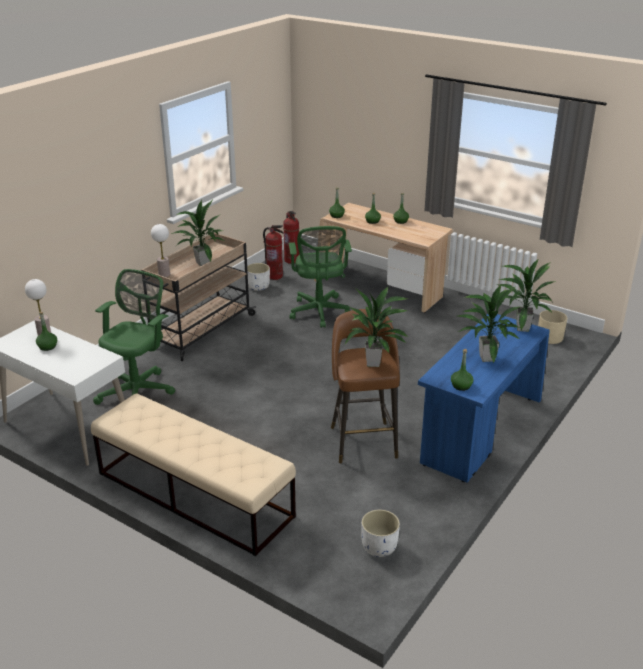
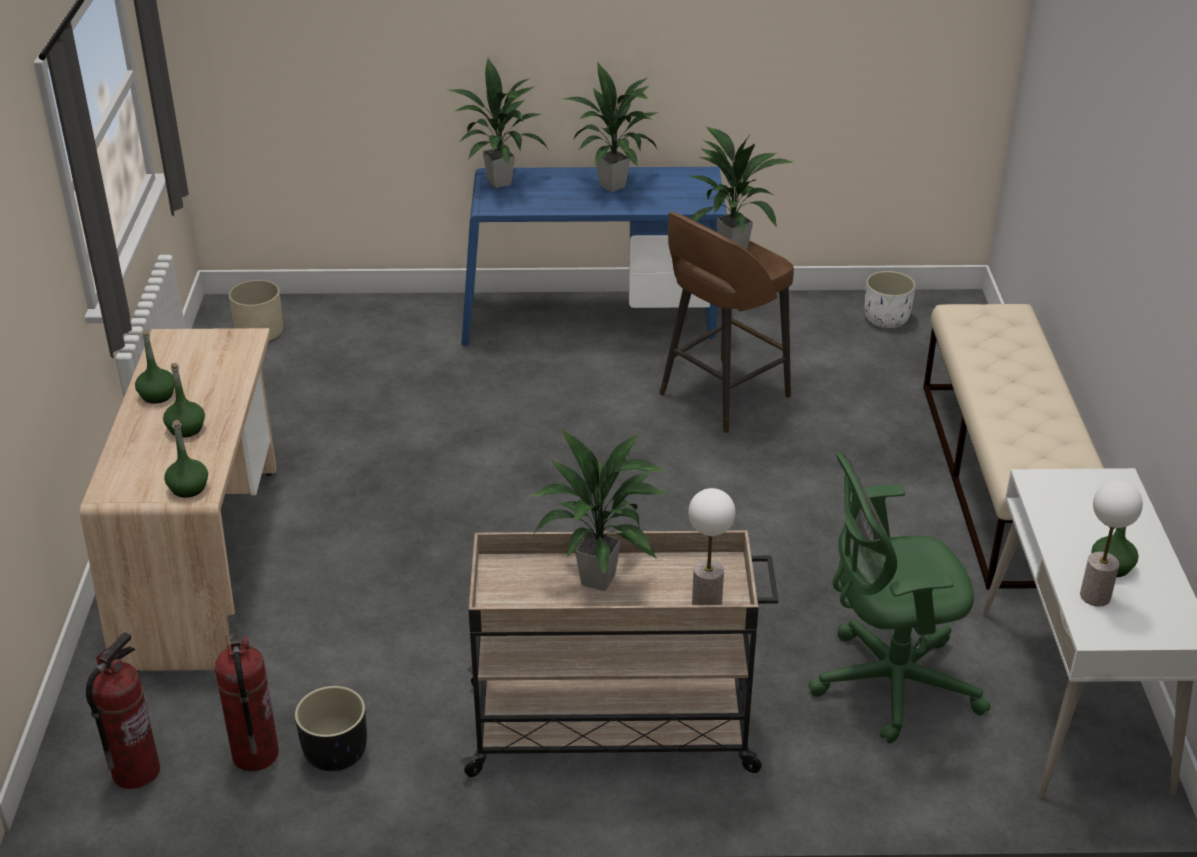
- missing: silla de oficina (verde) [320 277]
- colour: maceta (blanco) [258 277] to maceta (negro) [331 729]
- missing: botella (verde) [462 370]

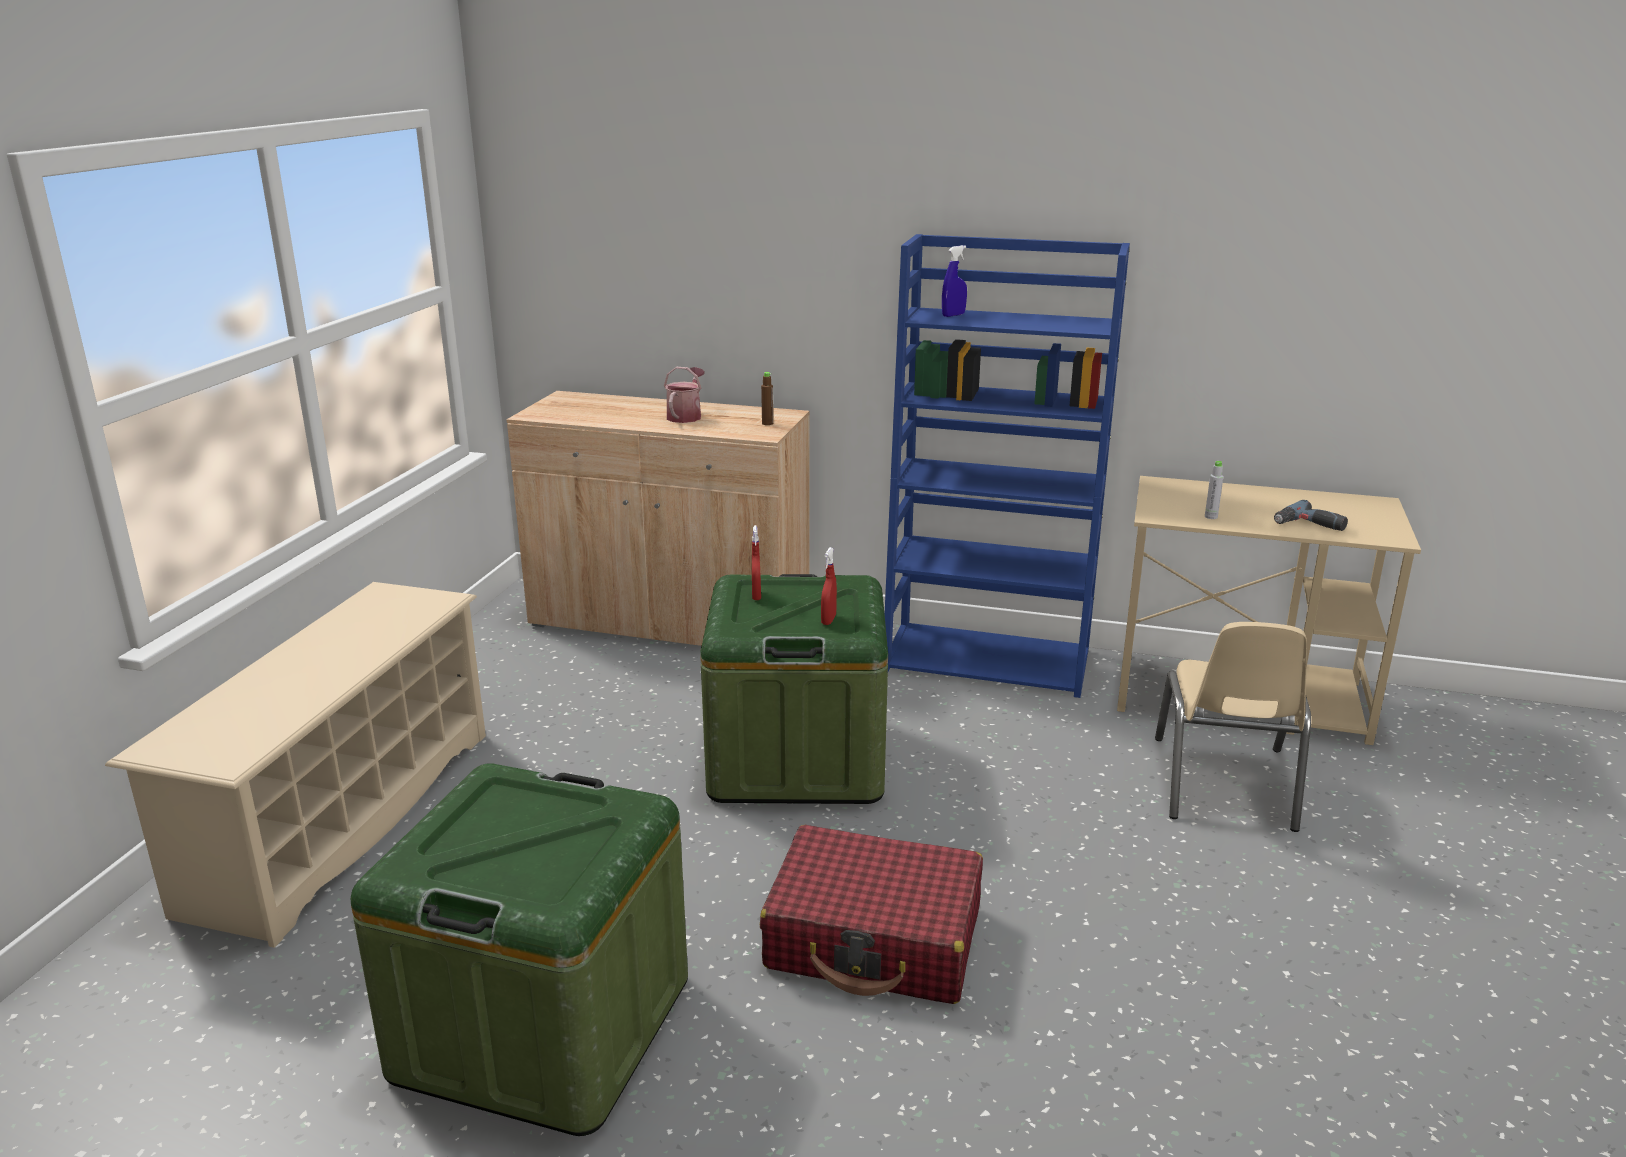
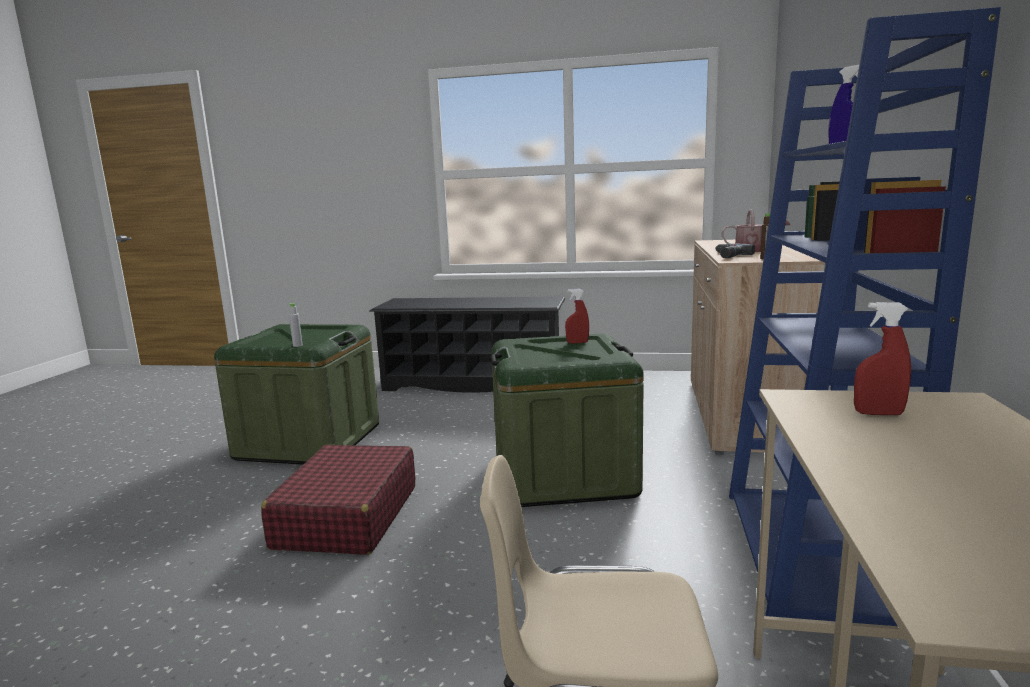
- relocated: botella (gris) [1214 490] to [296 325]
- relocated: taladro [1311 515] to [735 250]
- relocated: pulverizador (rojo) [829 586] to [882 358]
- colour: zapatero (beis) [295 765] to zapatero (negro) [467 345]

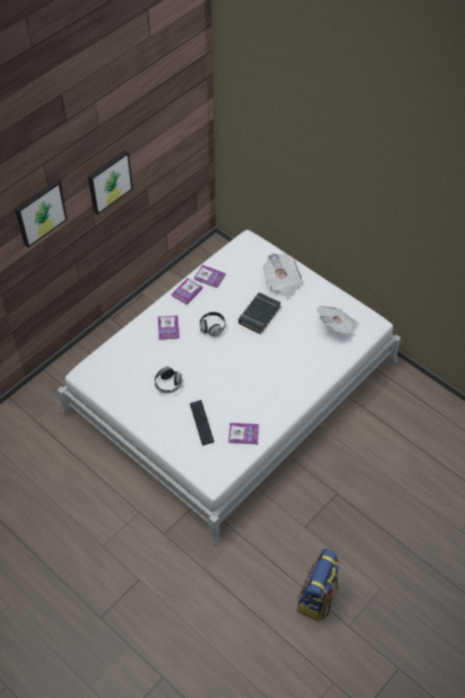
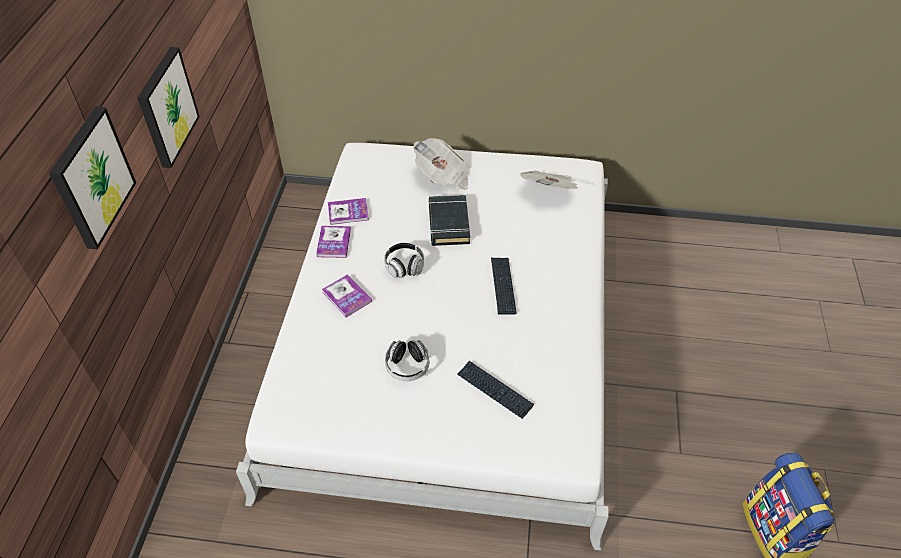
- missing: libro [244 433]
- appeared: teclado [504 286]

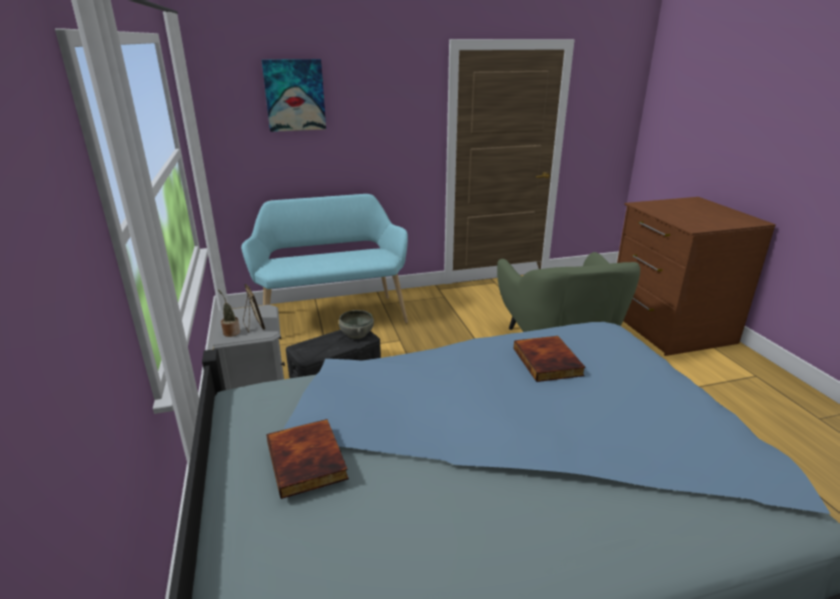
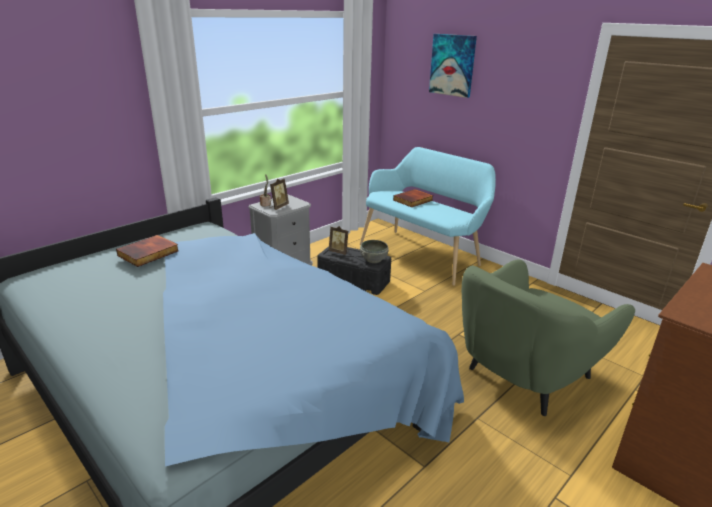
- relocated: libro [549 359] to [413 198]
- appeared: portarretratos [338 240]

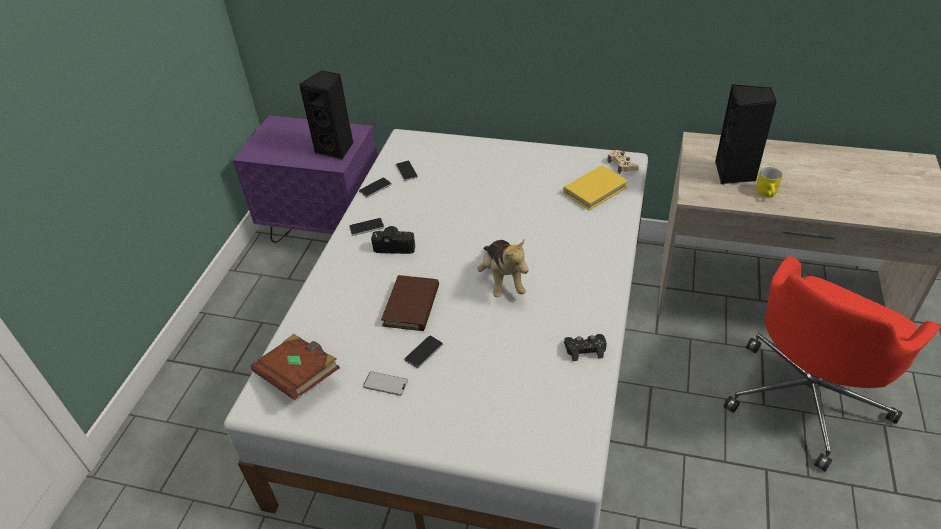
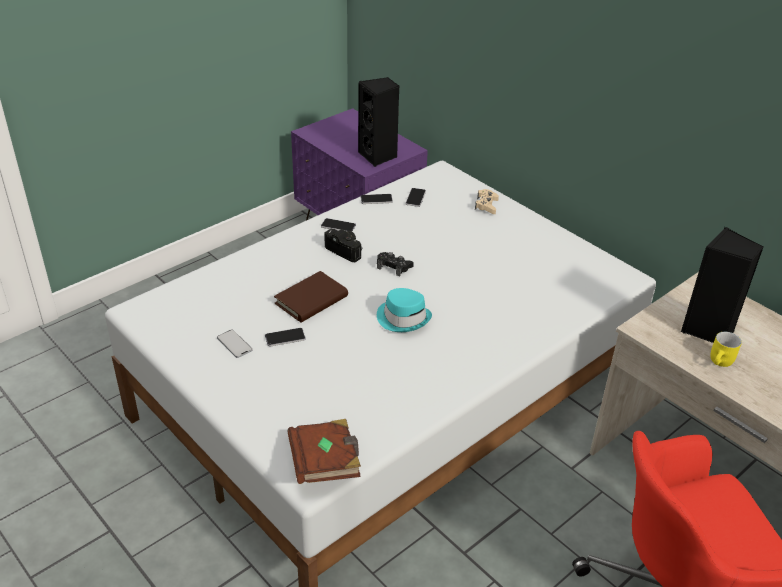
- relocated: mando de consola (beis) [623 162] to [487 201]
- missing: libro (amarillo) [595 187]
- exchanged: peluche [503 268] to sombrero (turquesa) [404 310]
- relocated: libro (marrón) [295 367] to [324 451]
- relocated: mando de consola (negro) [585 347] to [395 264]

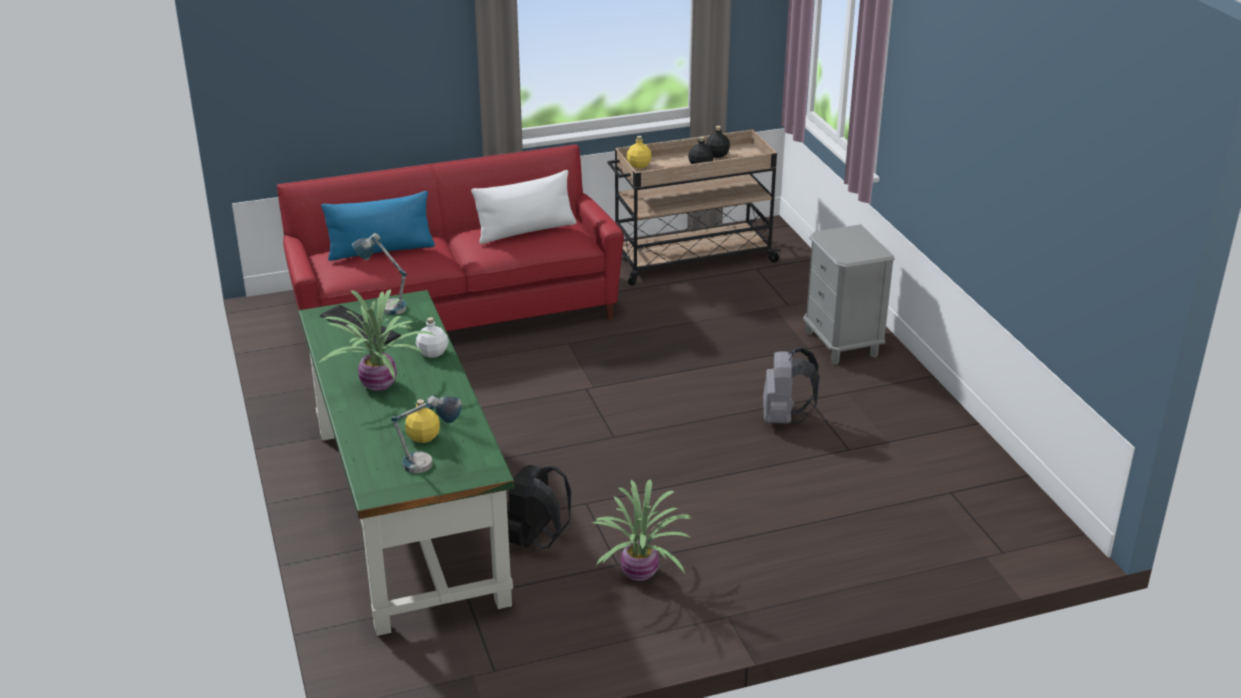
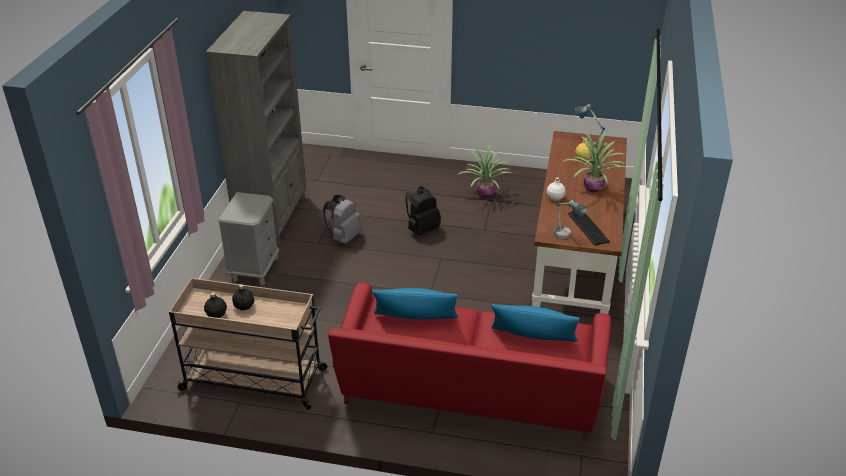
- missing: botella (amarillo) [639 152]
- colour: cojín (blanco) [523 207] to cojín (azul) [415 304]
- colour: escritorio (verde) [406 463] to escritorio (marrón) [579 222]
- relocated: mochila (negro) [539 507] to [423 210]
- appeared: estantería (gris) [256 128]

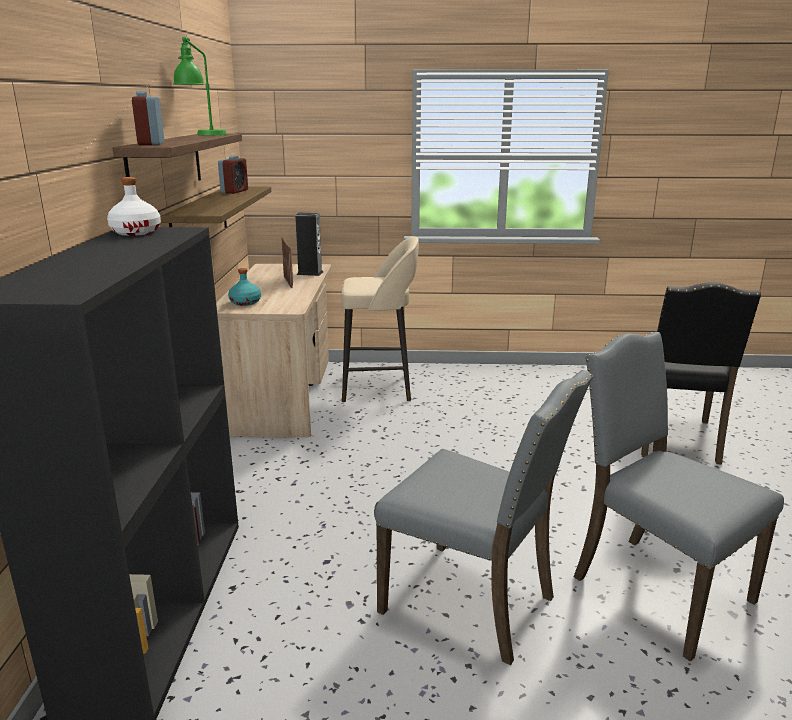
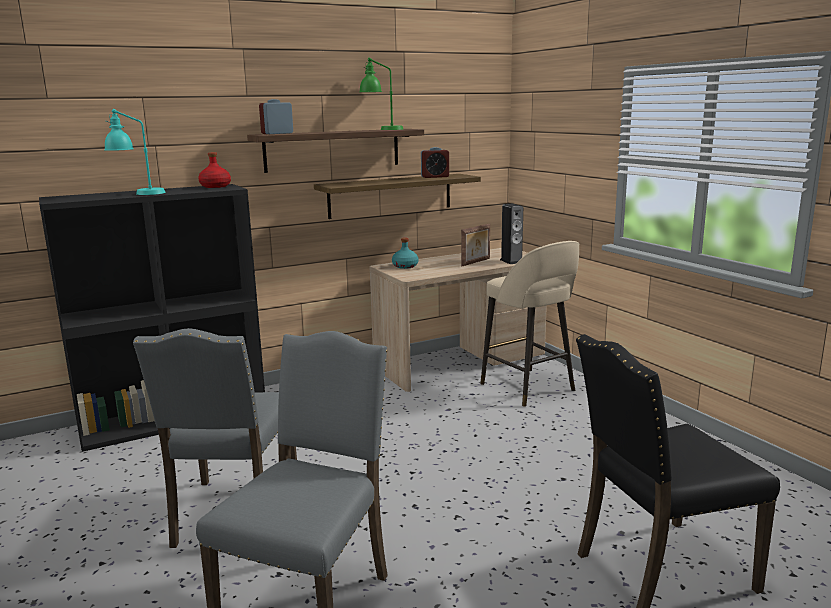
- colour: botella (blanco) [134 206] to botella (rojo) [214 170]
- appeared: lámpara de mesa (turquesa) [134 152]

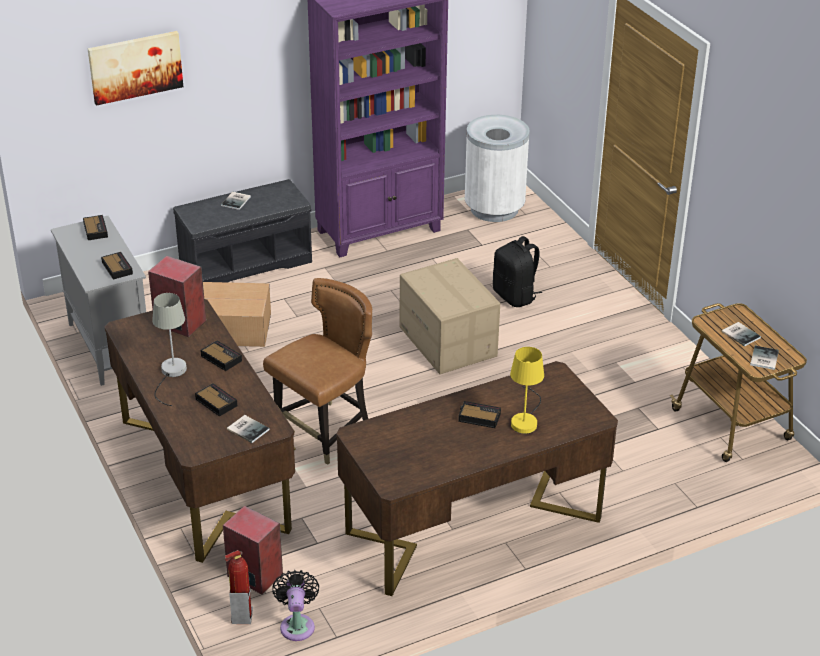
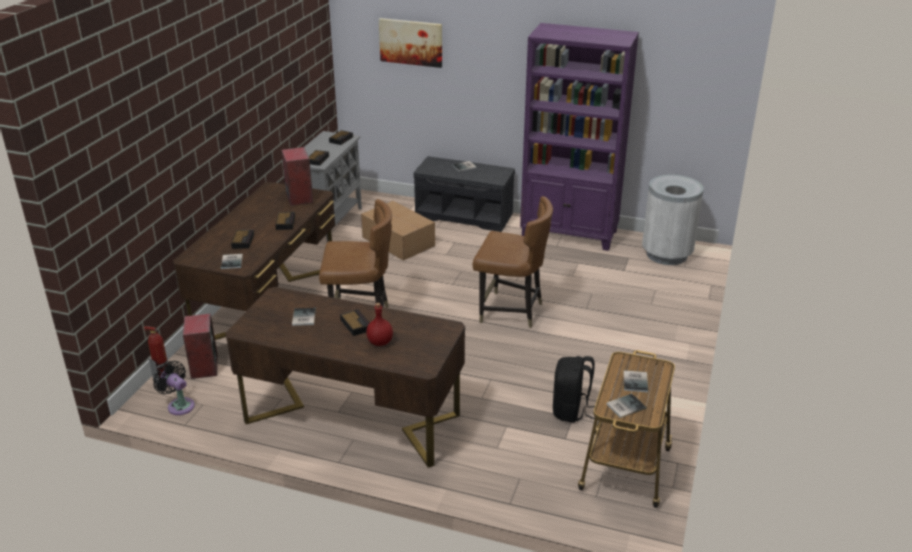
- relocated: mochila (negro) [517 271] to [574 389]
- exchanged: caja de cartón [449 316] to silla (marrón) [513 262]
- missing: lámpara de mesa (gris) [169 349]
- exchanged: lámpara de mesa (amarillo) [527 390] to botella (rojo) [379 324]
- spun: ventilador (negro) [295 605] = [174 388] 90 degrees counterclockwise
- appeared: libro [304 317]

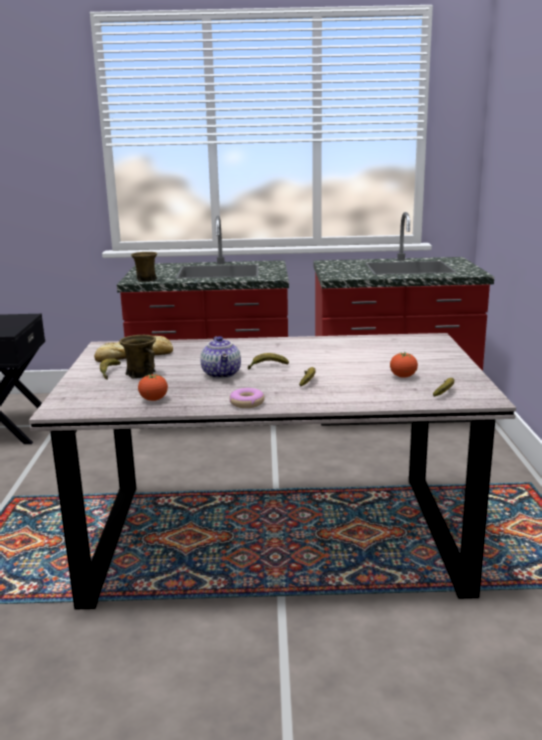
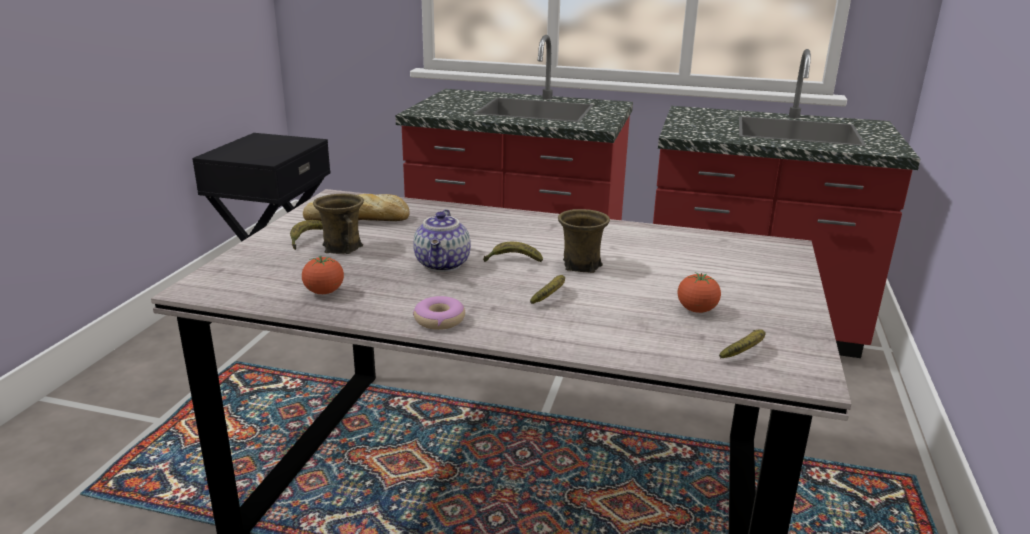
- relocated: taza grande (marrón) [144 266] to [584 241]

